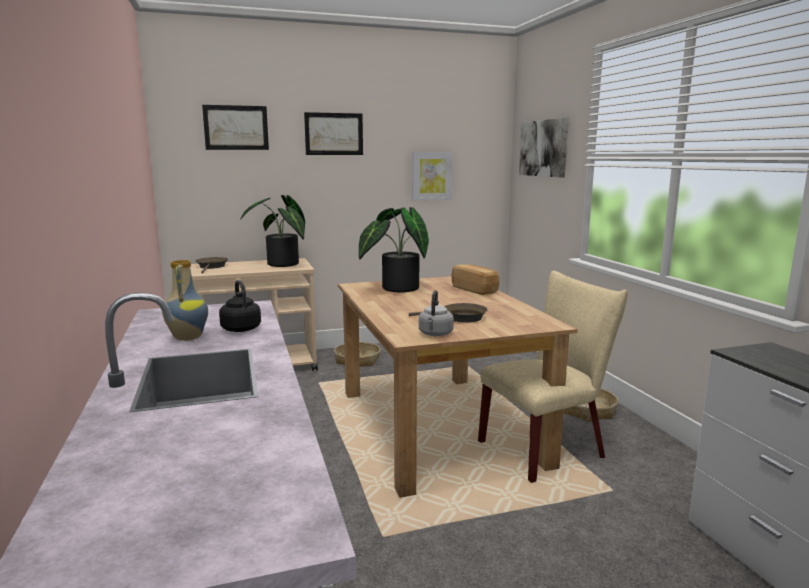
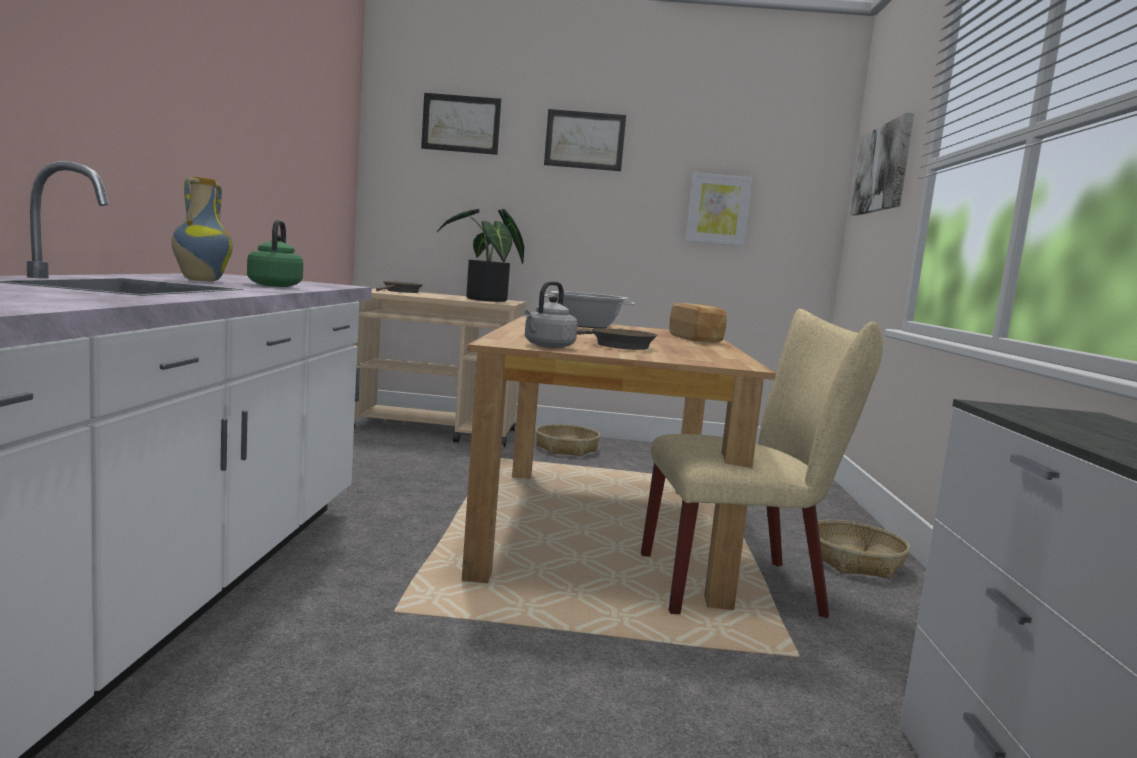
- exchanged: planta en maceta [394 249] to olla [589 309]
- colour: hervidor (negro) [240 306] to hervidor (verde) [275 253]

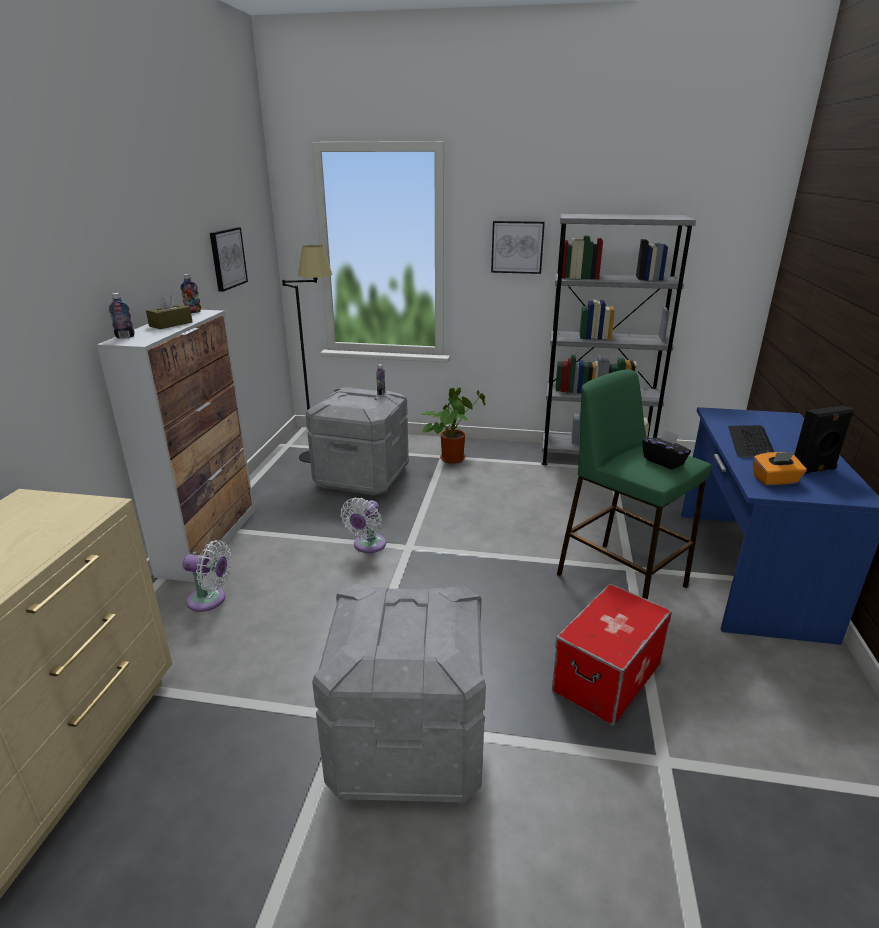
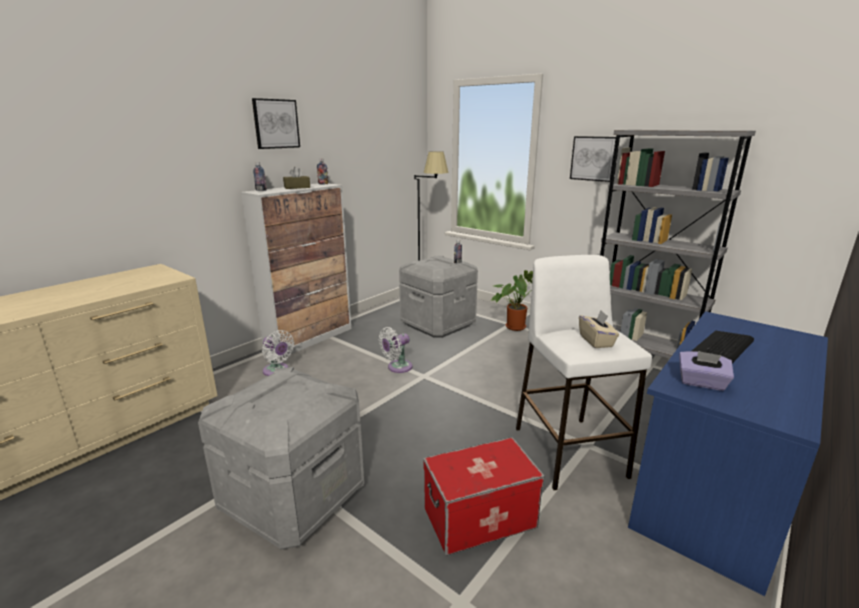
- relocated: cuadro [229 259] to [276 123]
- colour: taburete (verde) [634 484] to taburete (blanco) [584 372]
- missing: altavoz (negro) [824 439]
- colour: caja de pañuelos (negro) [666 449] to caja de pañuelos (beis) [599 329]
- colour: caja de pañuelos (naranja) [780 468] to caja de pañuelos (morado) [706 371]

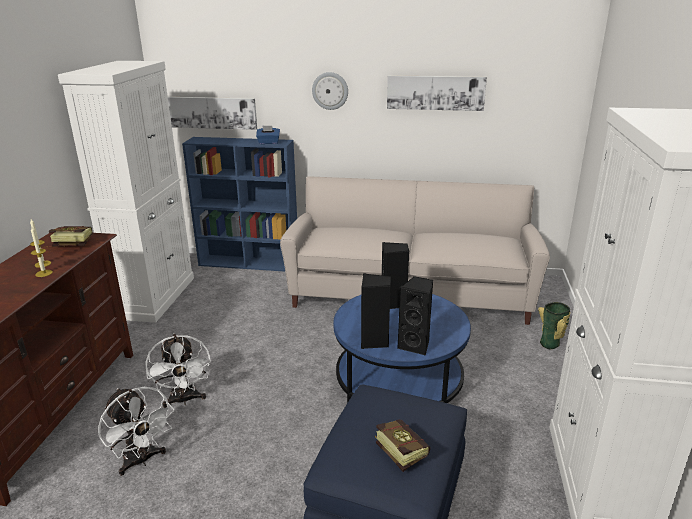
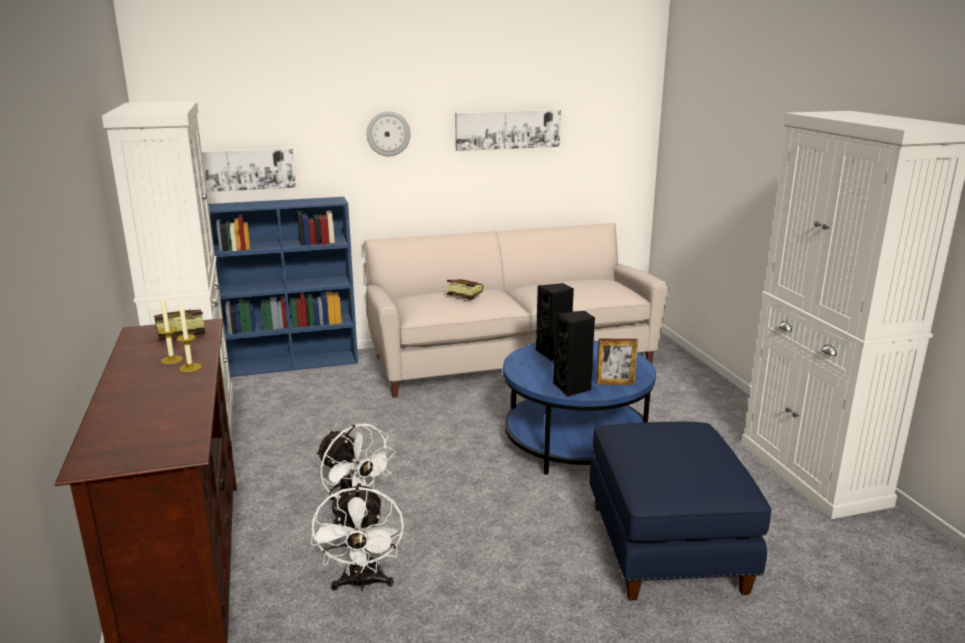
- missing: caja de pañuelos (azul) [268 135]
- exchanged: altavoz (negro) [415 315] to portarretratos [617 362]
- missing: florero [554 325]
- spun: ventilador (blanco) [136 431] = [357 537] 60 degrees clockwise
- relocated: libro [402 445] to [463 289]

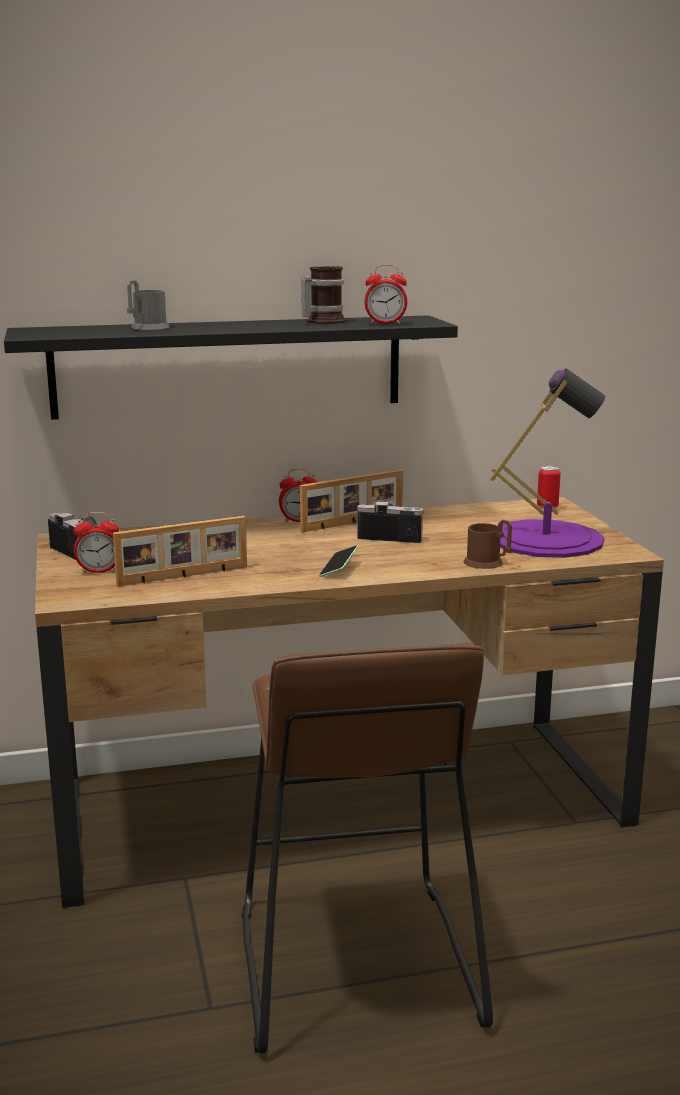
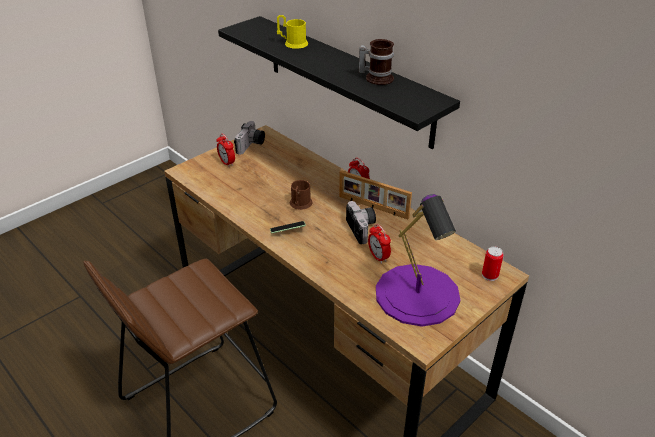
- relocated: despertador [386 294] to [379 244]
- colour: taza grande (gris) [148 305] to taza grande (amarillo) [292 32]
- missing: portarretratos [180 551]
- relocated: taza grande (marrón) [488 544] to [301 195]

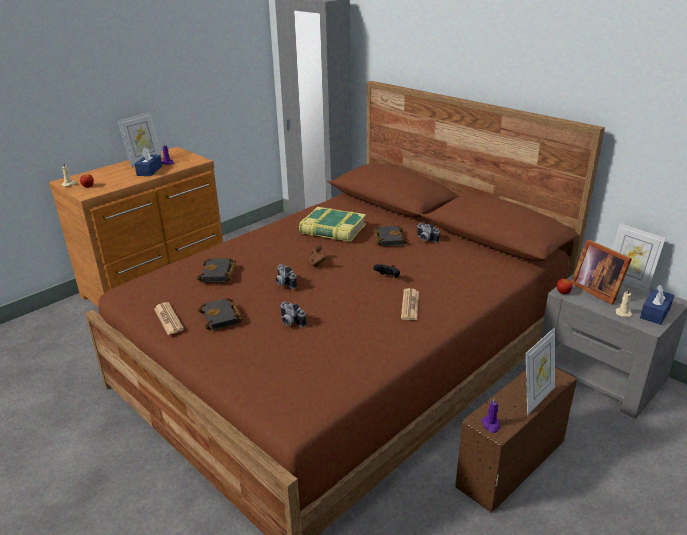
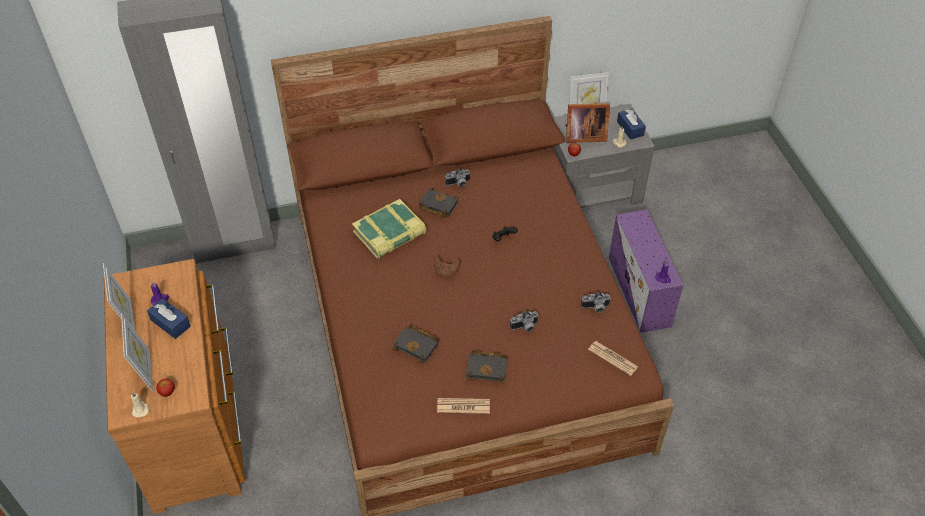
- relocated: cámara [286 276] to [596 302]
- relocated: periódico [410 304] to [613 358]
- relocated: portarretratos [540 371] to [137 352]
- colour: caja de almacenaje (marrón) [516 440] to caja de almacenaje (morado) [646 271]

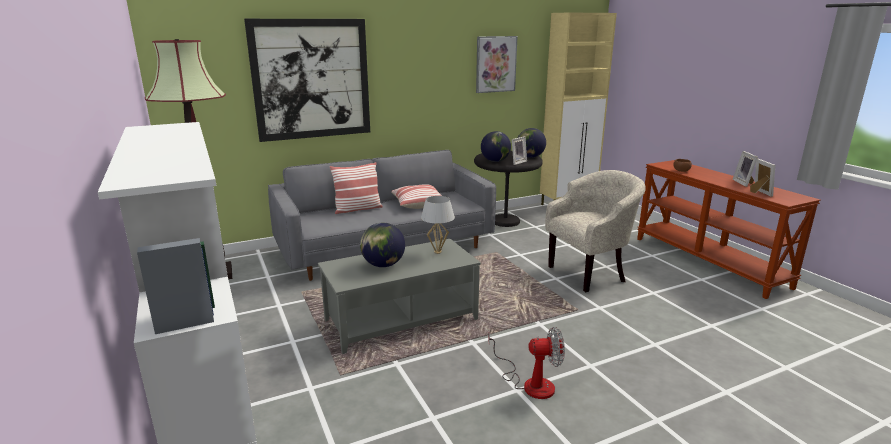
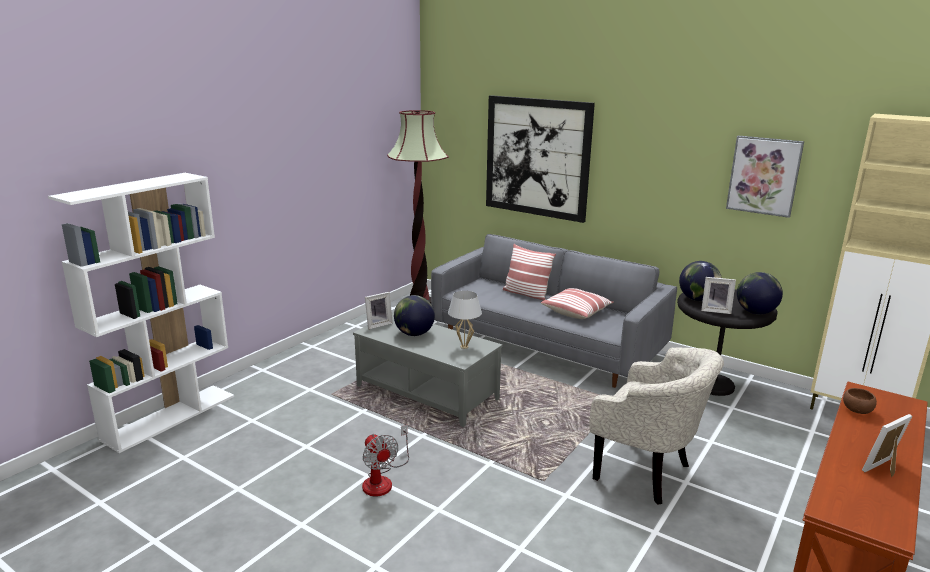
- relocated: portarretratos [762 178] to [379 310]

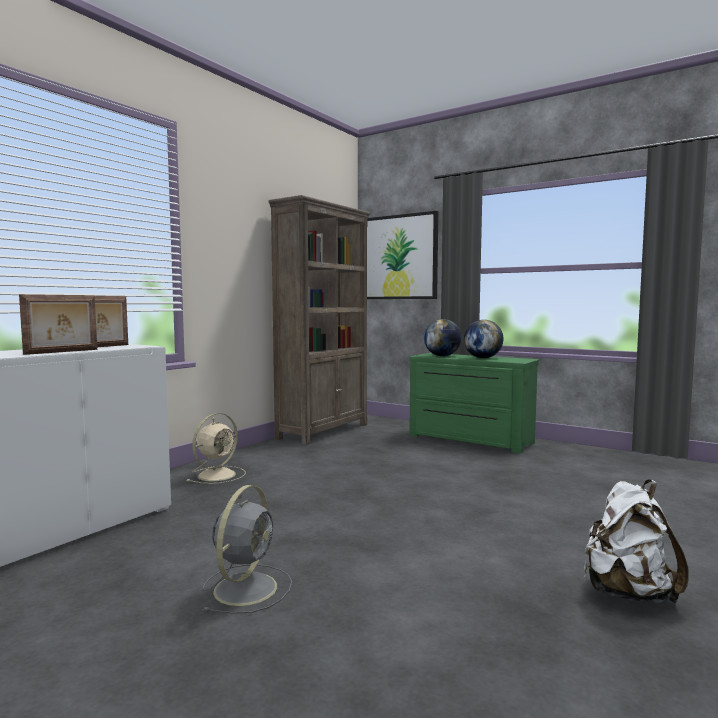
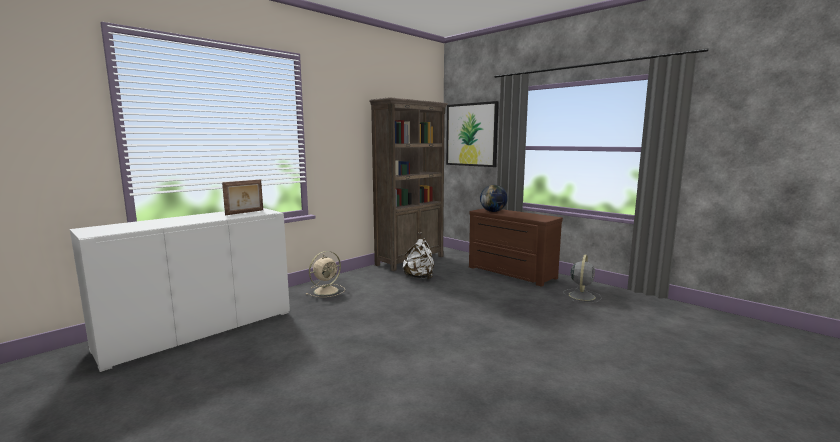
- missing: portarretratos [58 324]
- missing: globo terráqueo [483 339]
- colour: cómoda (verde) [474 403] to cómoda (marrón) [516 247]
- relocated: mochila (blanco) [636 541] to [418 258]
- relocated: ventilador (gris) [247 549] to [582 279]

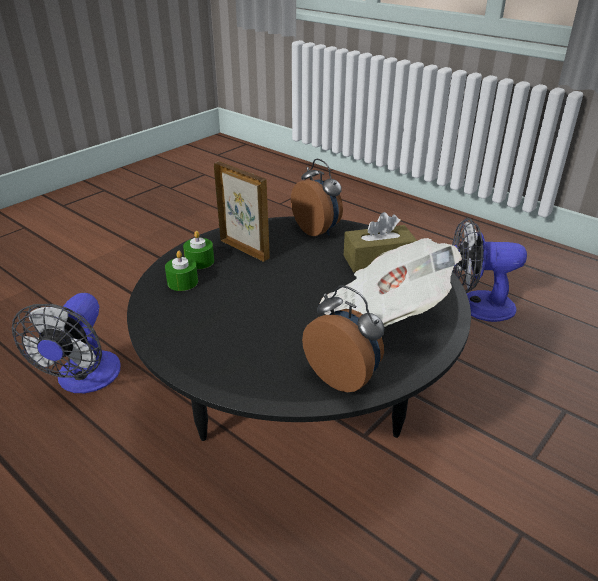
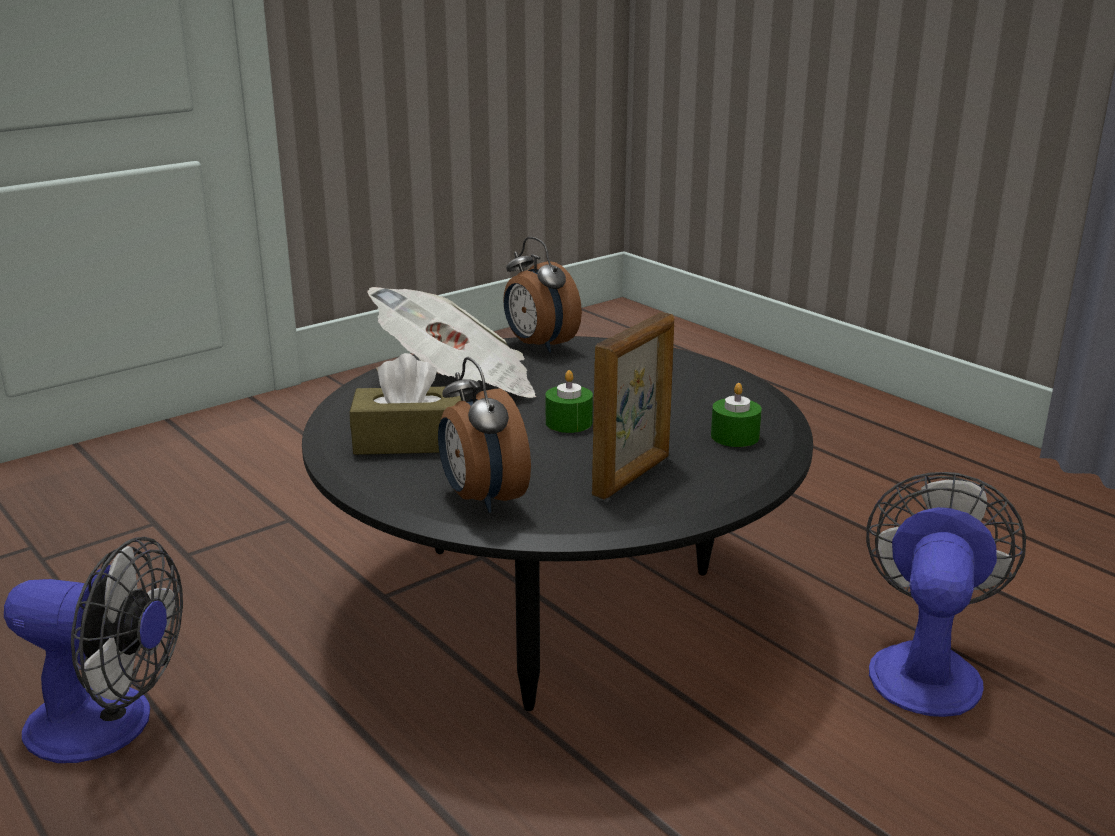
- spun: portarretratos [242 211] = [633 405] 105 degrees counterclockwise
- relocated: vela (verde) [198 250] to [569 401]

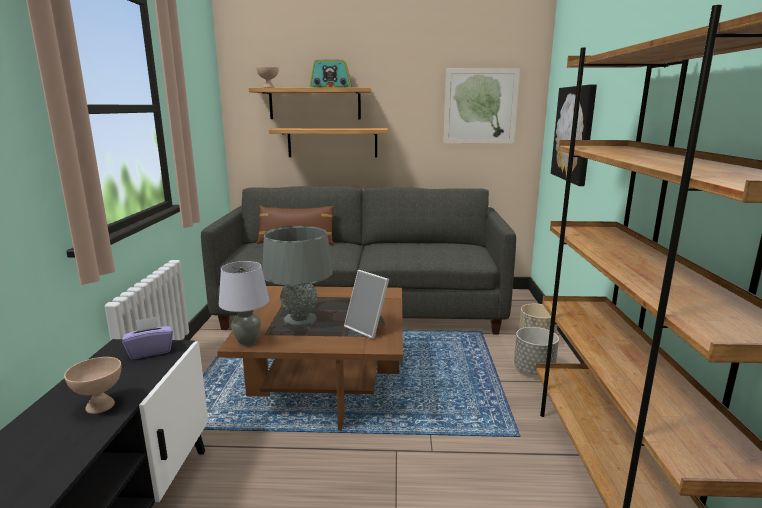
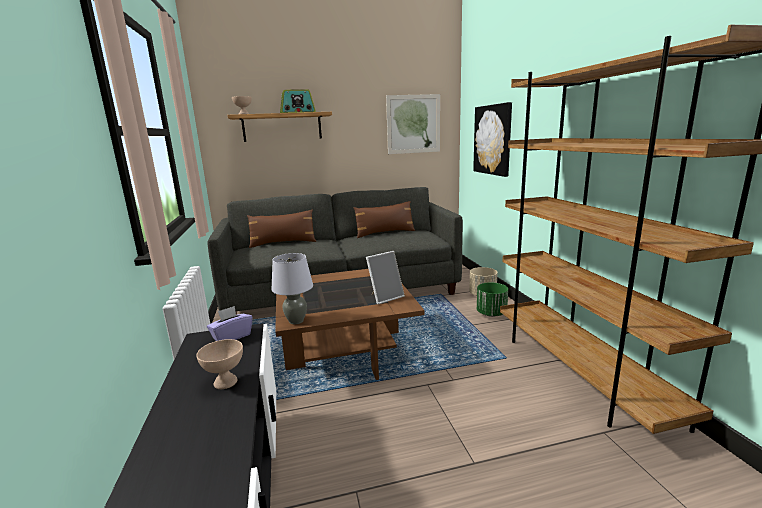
- missing: estante [328 143]
- missing: lámpara de mesa (gris) [297 277]
- spun: portarretratos [366 304] = [385 277] 60 degrees counterclockwise
- colour: maceta (gris) [536 351] to maceta (verde) [492 300]
- appeared: cojín (marrón) [384 219]

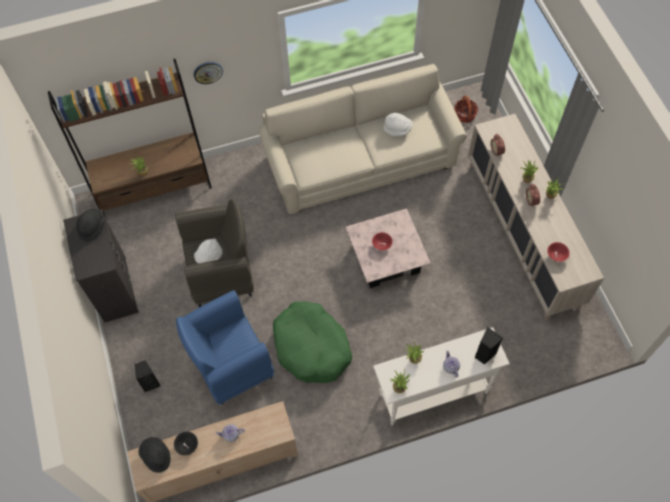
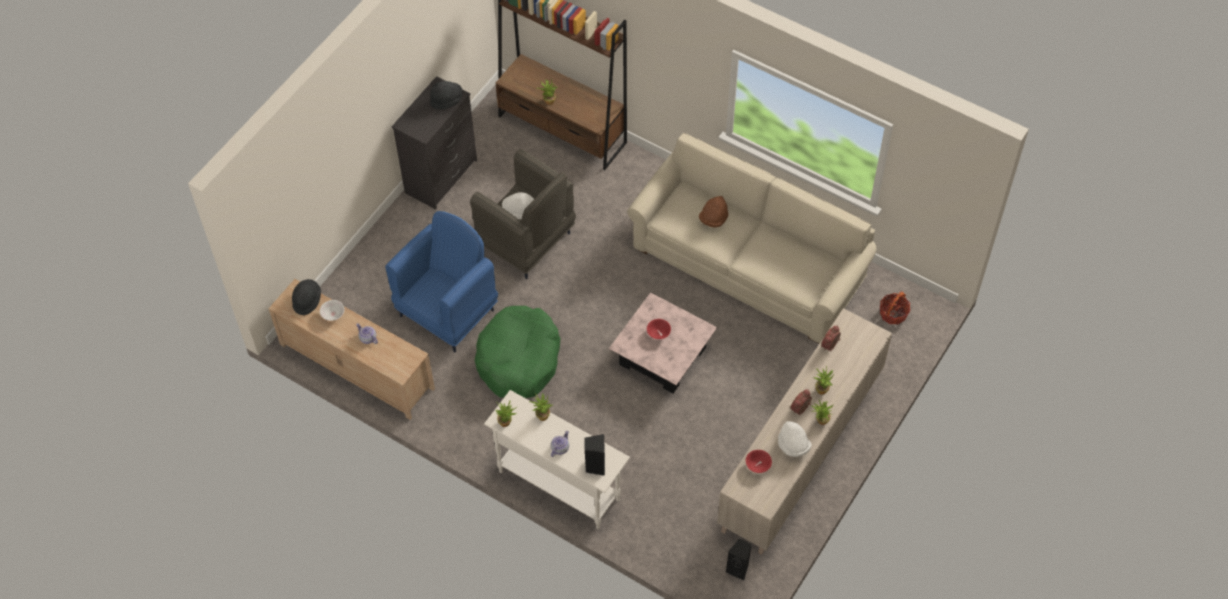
- missing: reloj de pared [208 73]
- relocated: sombrero (blanco) [397 124] to [795 439]
- spun: sillón (azul) [225 347] = [441 281] 105 degrees clockwise
- relocated: altavoz (negro) [148 376] to [739 559]
- colour: cuenco (negro) [186 443] to cuenco (blanco) [332 310]
- appeared: sombrero (marrón) [713 211]

